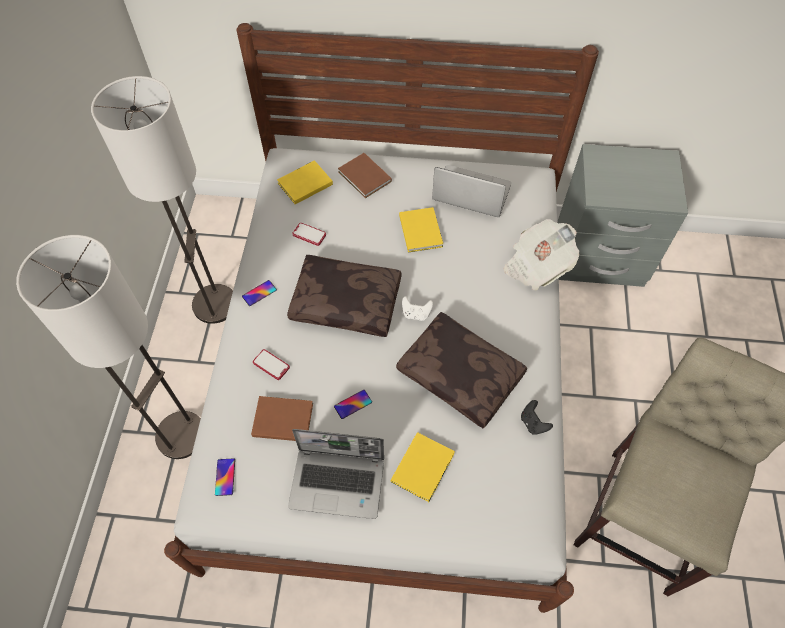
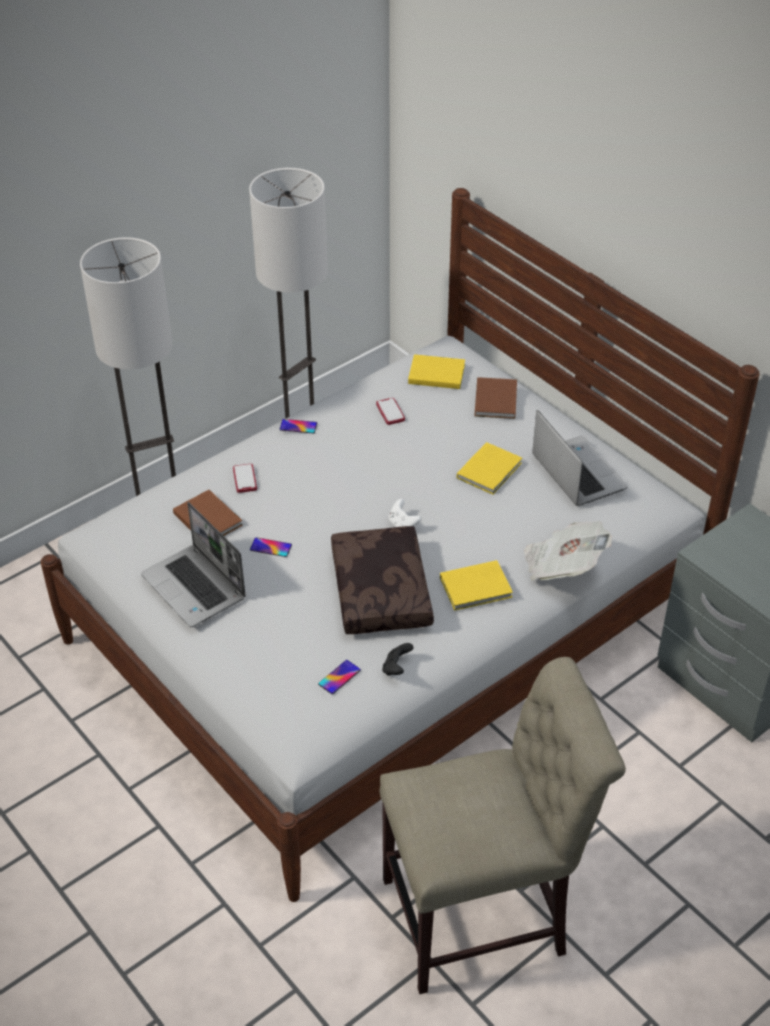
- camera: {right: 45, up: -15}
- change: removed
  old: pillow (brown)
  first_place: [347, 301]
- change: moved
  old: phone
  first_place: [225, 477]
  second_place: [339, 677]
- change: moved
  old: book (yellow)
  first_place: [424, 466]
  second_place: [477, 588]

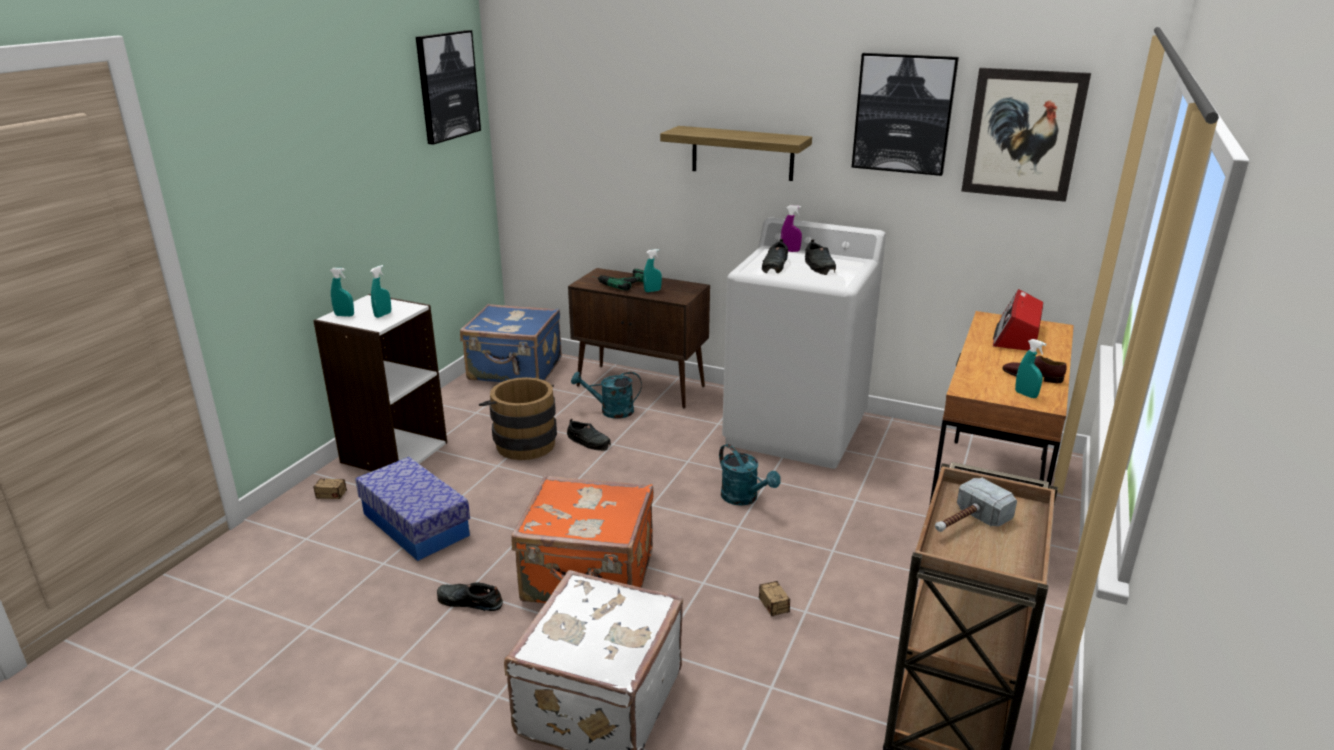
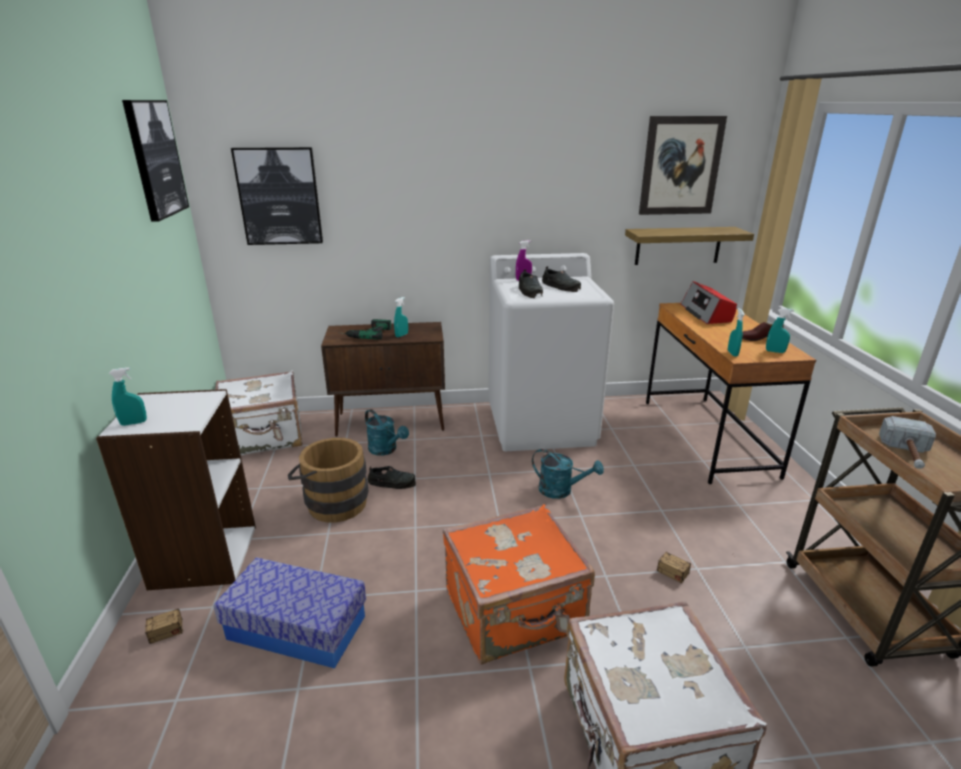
- camera: {right: -30, up: 0}
- change: removed
  old: shoe (black)
  first_place: [469, 601]
- change: moved
  old: spray bottle (turquoise)
  first_place: [383, 315]
  second_place: [732, 353]
- change: moved
  old: shelf
  first_place: [742, 153]
  second_place: [678, 245]
- change: moved
  old: picture
  first_place: [903, 114]
  second_place: [279, 196]
- change: recoloured
  old: suitcase (blue)
  new: suitcase (white)
  first_place: [515, 371]
  second_place: [264, 438]
- change: turned
  old: watering can (turquoise)
  first_place: [611, 411]
  second_place: [386, 450]
  degrees: -105

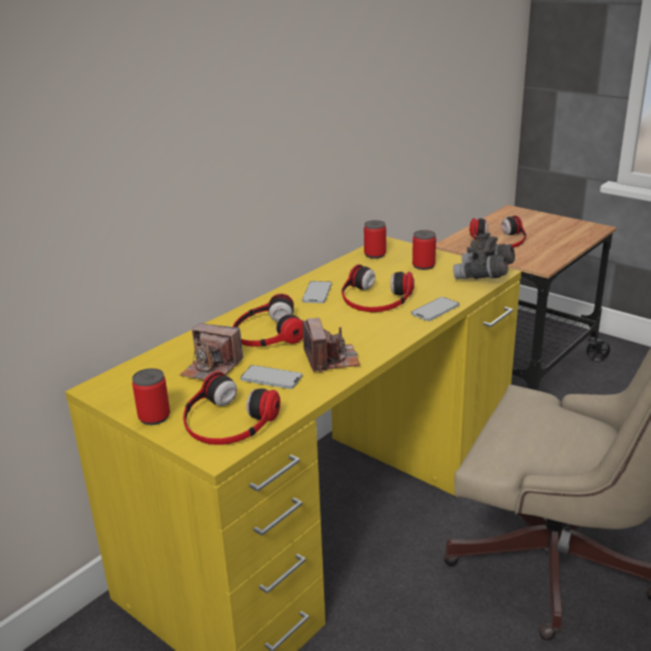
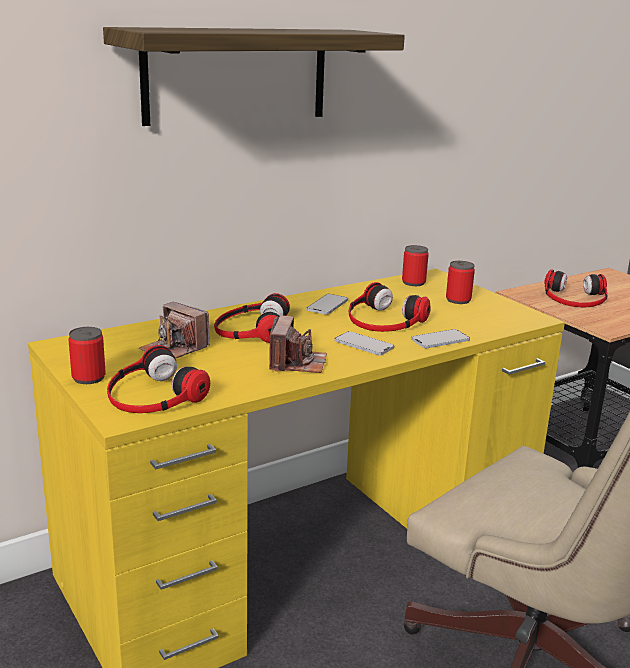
- camera: {right: 15, up: -5}
- change: removed
  old: binoculars (grey)
  first_place: [483, 276]
- change: added
  new: shelf
  second_place: [236, 75]
- change: moved
  old: phone
  first_place: [271, 378]
  second_place: [364, 345]

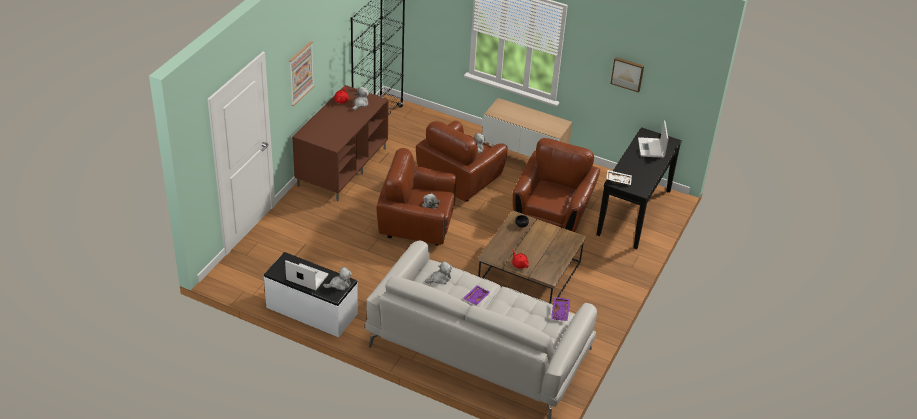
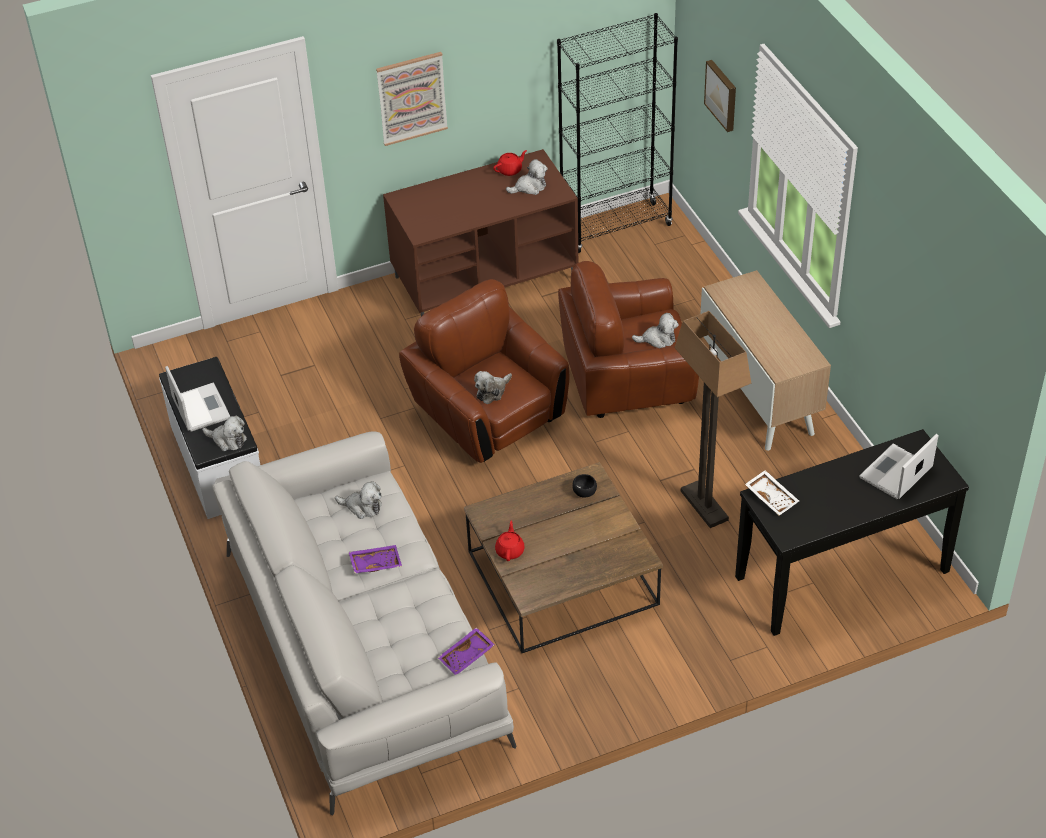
- camera: {right: 45, up: 5}
- change: moved
  old: picture
  first_place: [627, 73]
  second_place: [722, 95]
- change: replaced
  old: armchair (brown)
  new: floor lamp
  first_place: [552, 214]
  second_place: [704, 505]

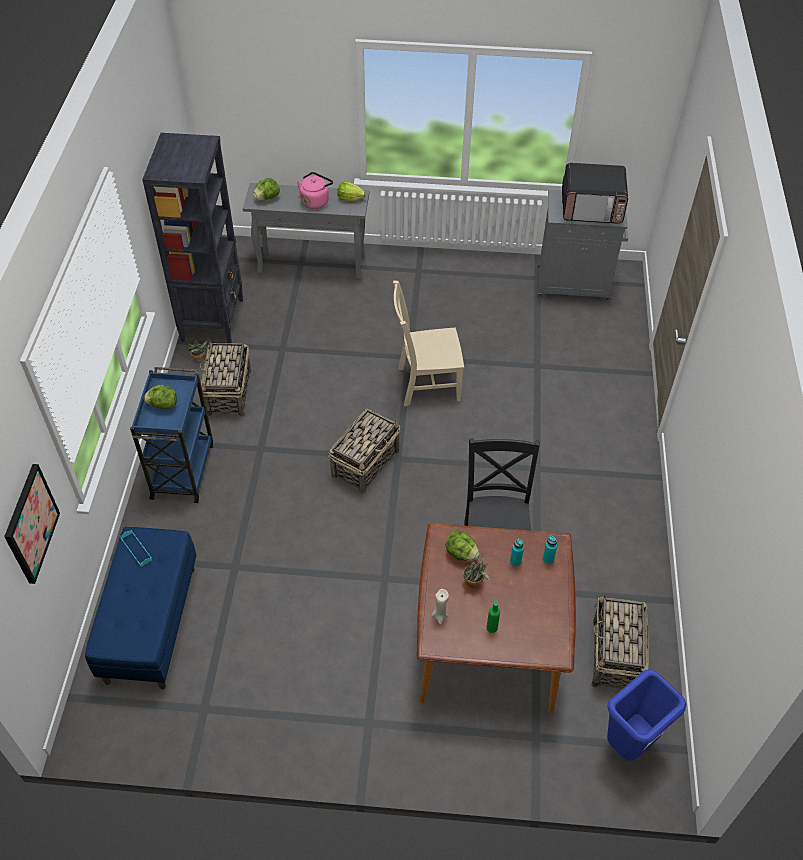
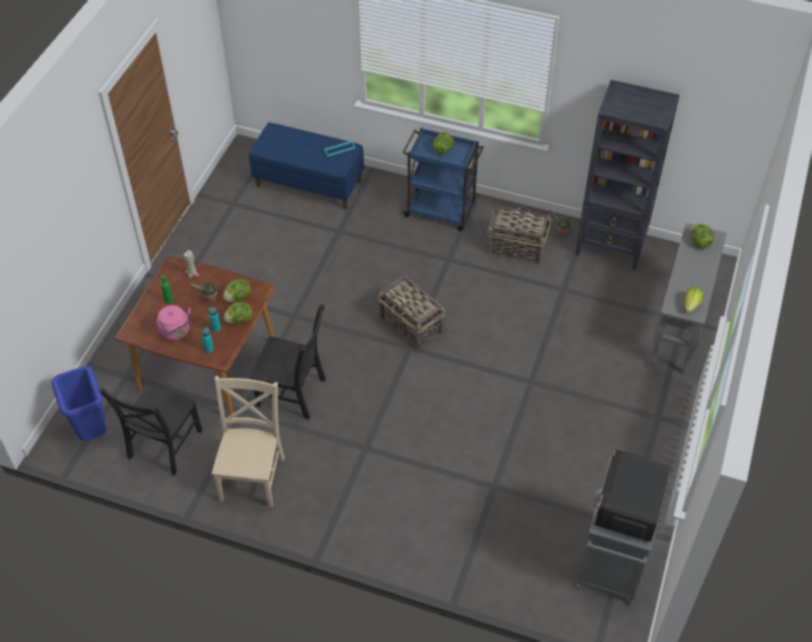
- camera: {right: 105, up: 0}
- change: removed
  old: picture
  first_place: [30, 524]
- change: added
  new: lettuce
  second_place: [239, 320]
- change: moved
  old: kettle (pink)
  first_place: [315, 201]
  second_place: [176, 332]
- change: moved
  old: chair (beige)
  first_place: [425, 384]
  second_place: [253, 476]
- change: replaced
  old: basket
  new: chair (black)
  first_place: [614, 656]
  second_place: [163, 446]

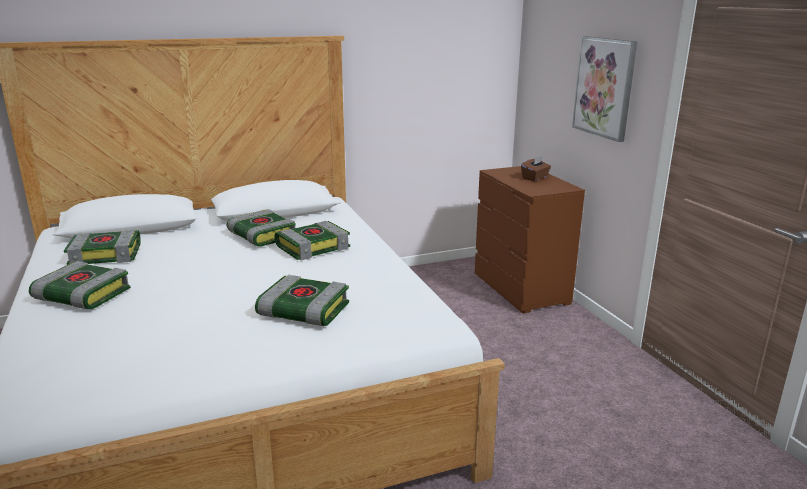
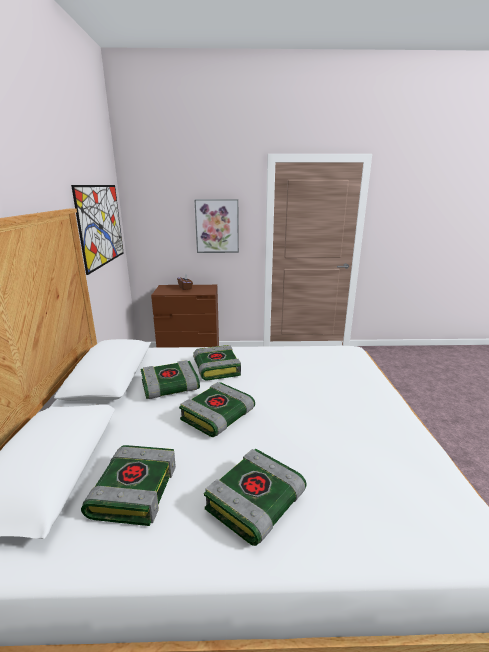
- camera: {right: -70, up: 0}
- change: added
  new: picture
  second_place: [101, 225]
- change: moved
  old: book
  first_place: [302, 311]
  second_place: [217, 416]

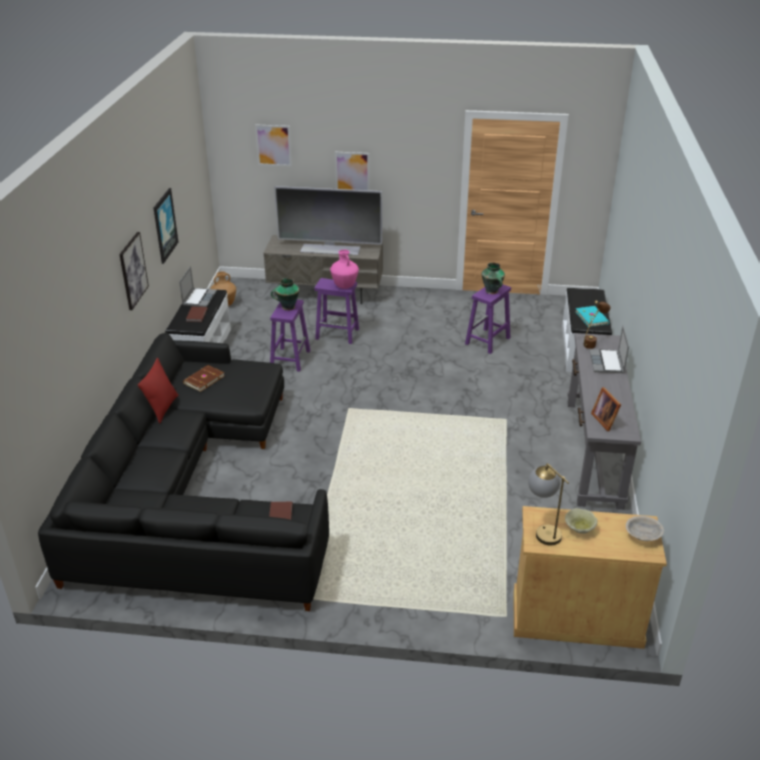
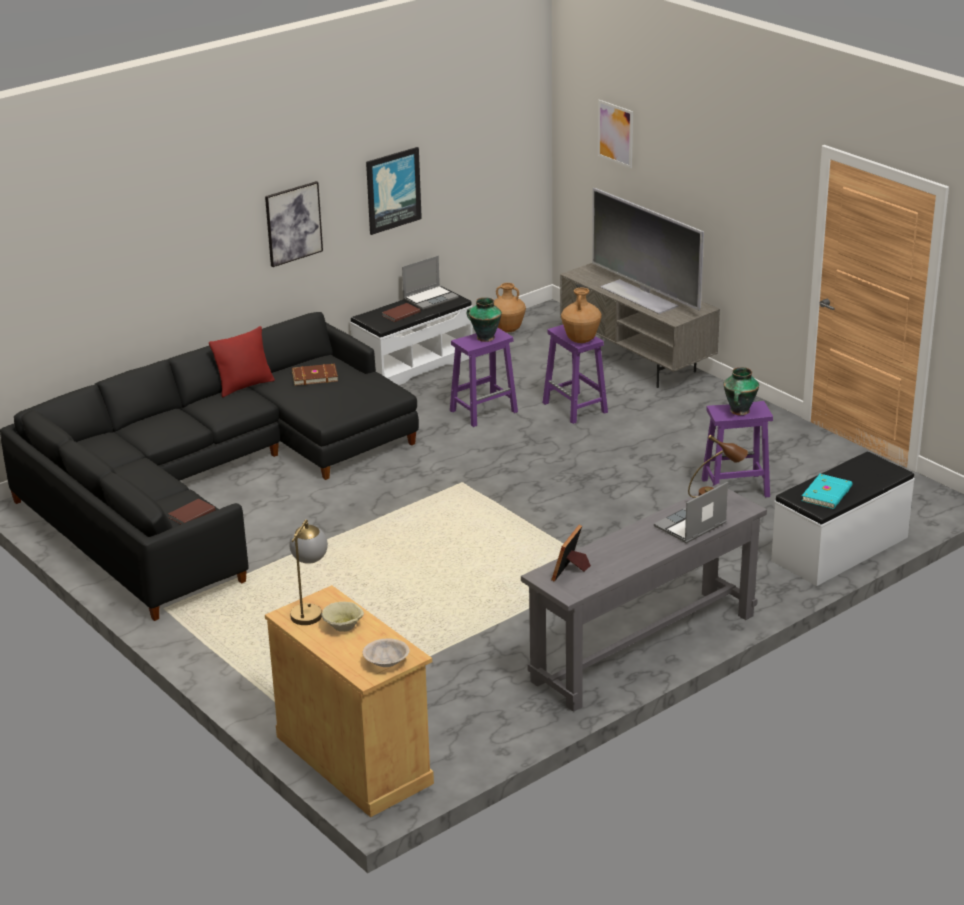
- camera: {right: 45, up: -5}
- change: removed
  old: picture
  first_place: [352, 172]
- change: recoloured
  old: vase (pink)
  new: vase (brown)
  first_place: [344, 286]
  second_place: [581, 340]

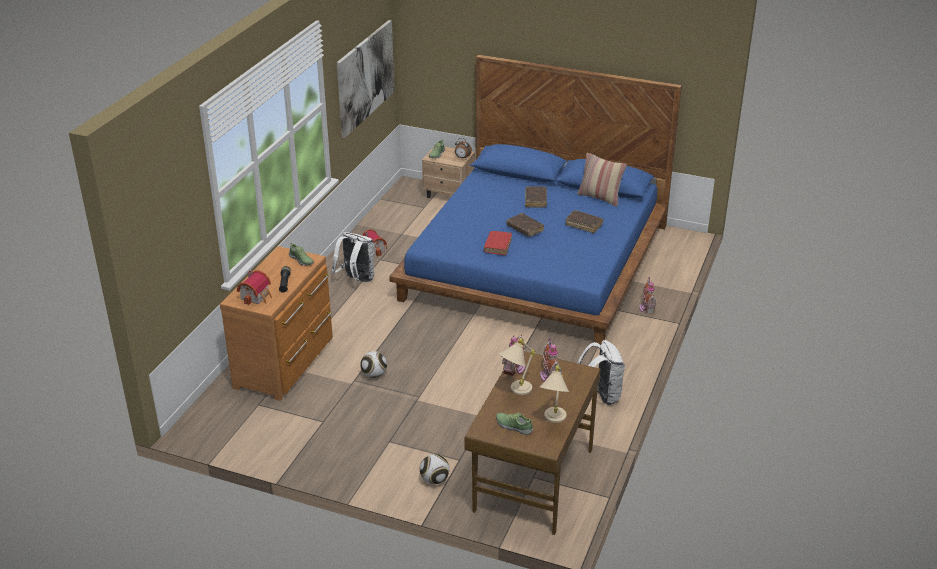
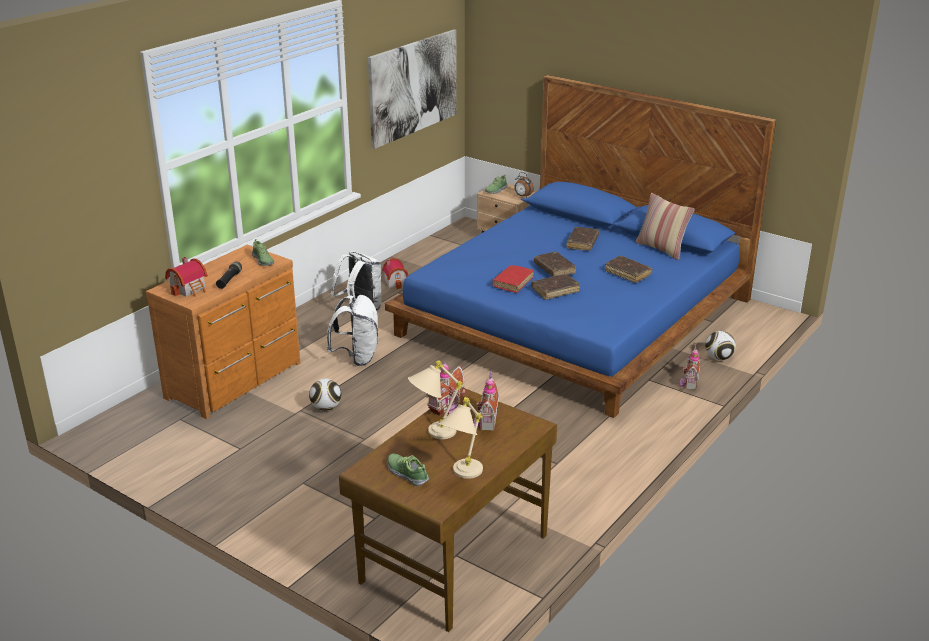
- camera: {right: 15, up: -5}
- change: added
  new: book (brown)
  second_place: [555, 291]
- change: moved
  old: football
  first_place: [434, 480]
  second_place: [718, 358]
- change: moved
  old: backpack (white)
  first_place: [600, 396]
  second_place: [357, 358]

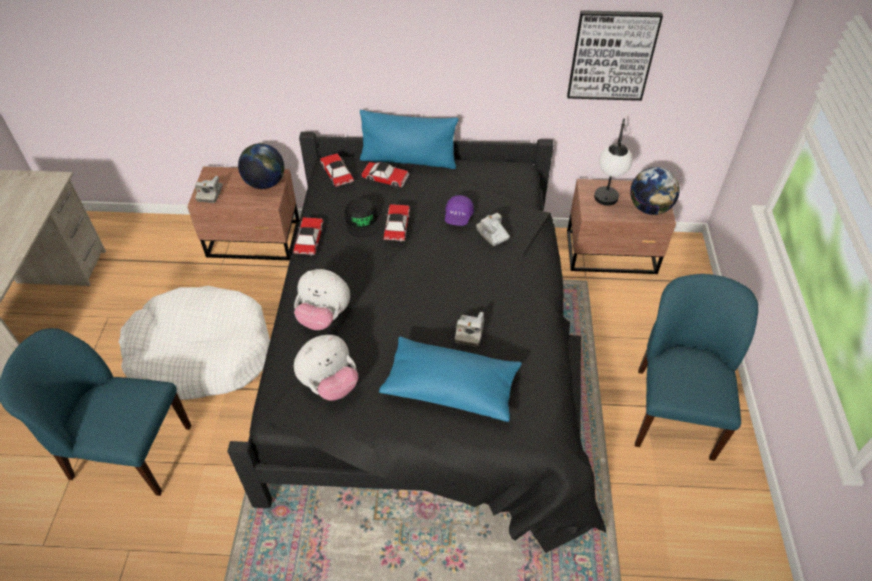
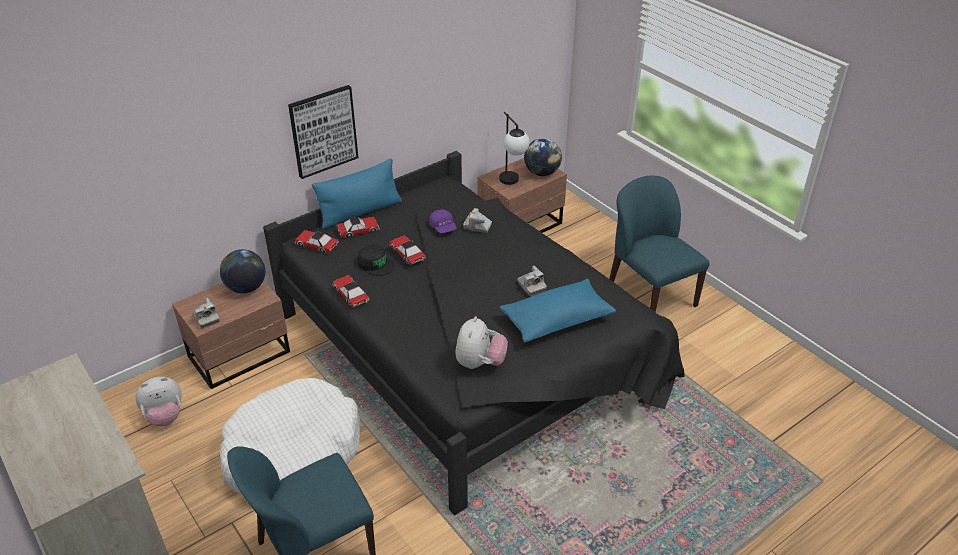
- camera: {right: -40, up: -10}
- change: moved
  old: plush toy
  first_place: [324, 316]
  second_place: [165, 416]
- change: moved
  old: picture
  first_place: [612, 55]
  second_place: [323, 131]

